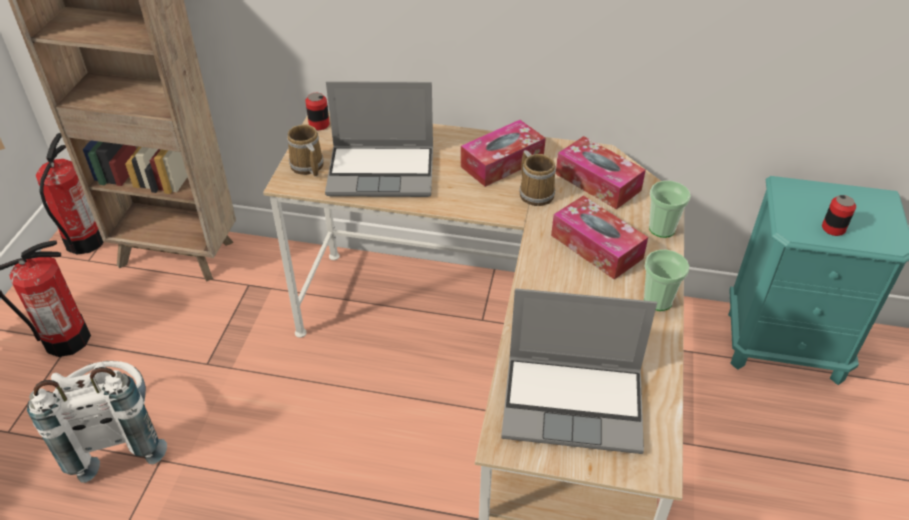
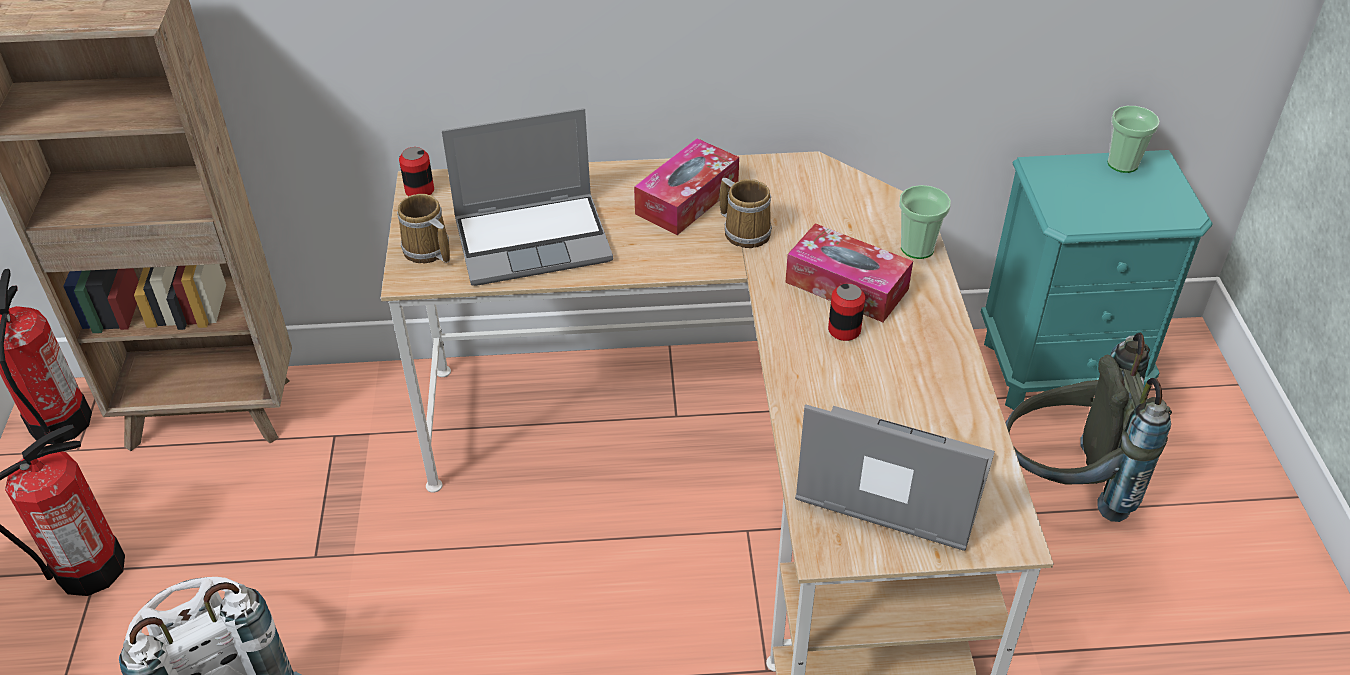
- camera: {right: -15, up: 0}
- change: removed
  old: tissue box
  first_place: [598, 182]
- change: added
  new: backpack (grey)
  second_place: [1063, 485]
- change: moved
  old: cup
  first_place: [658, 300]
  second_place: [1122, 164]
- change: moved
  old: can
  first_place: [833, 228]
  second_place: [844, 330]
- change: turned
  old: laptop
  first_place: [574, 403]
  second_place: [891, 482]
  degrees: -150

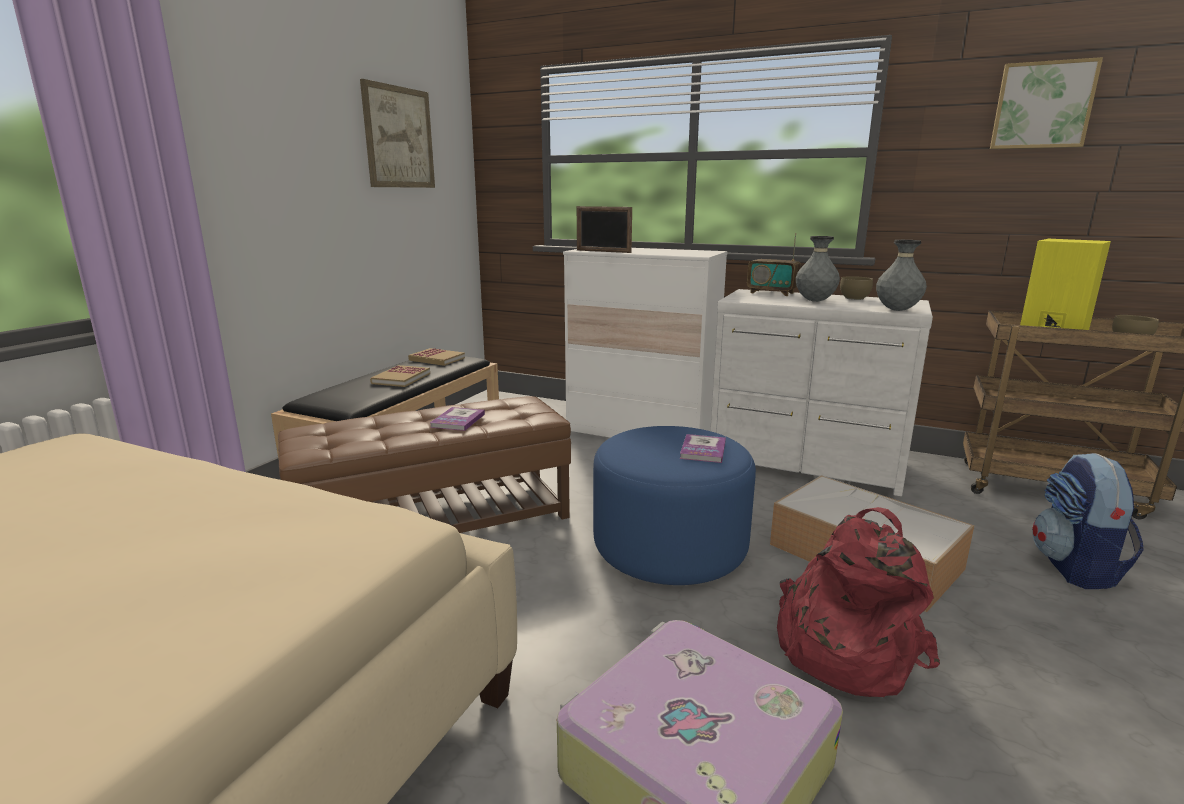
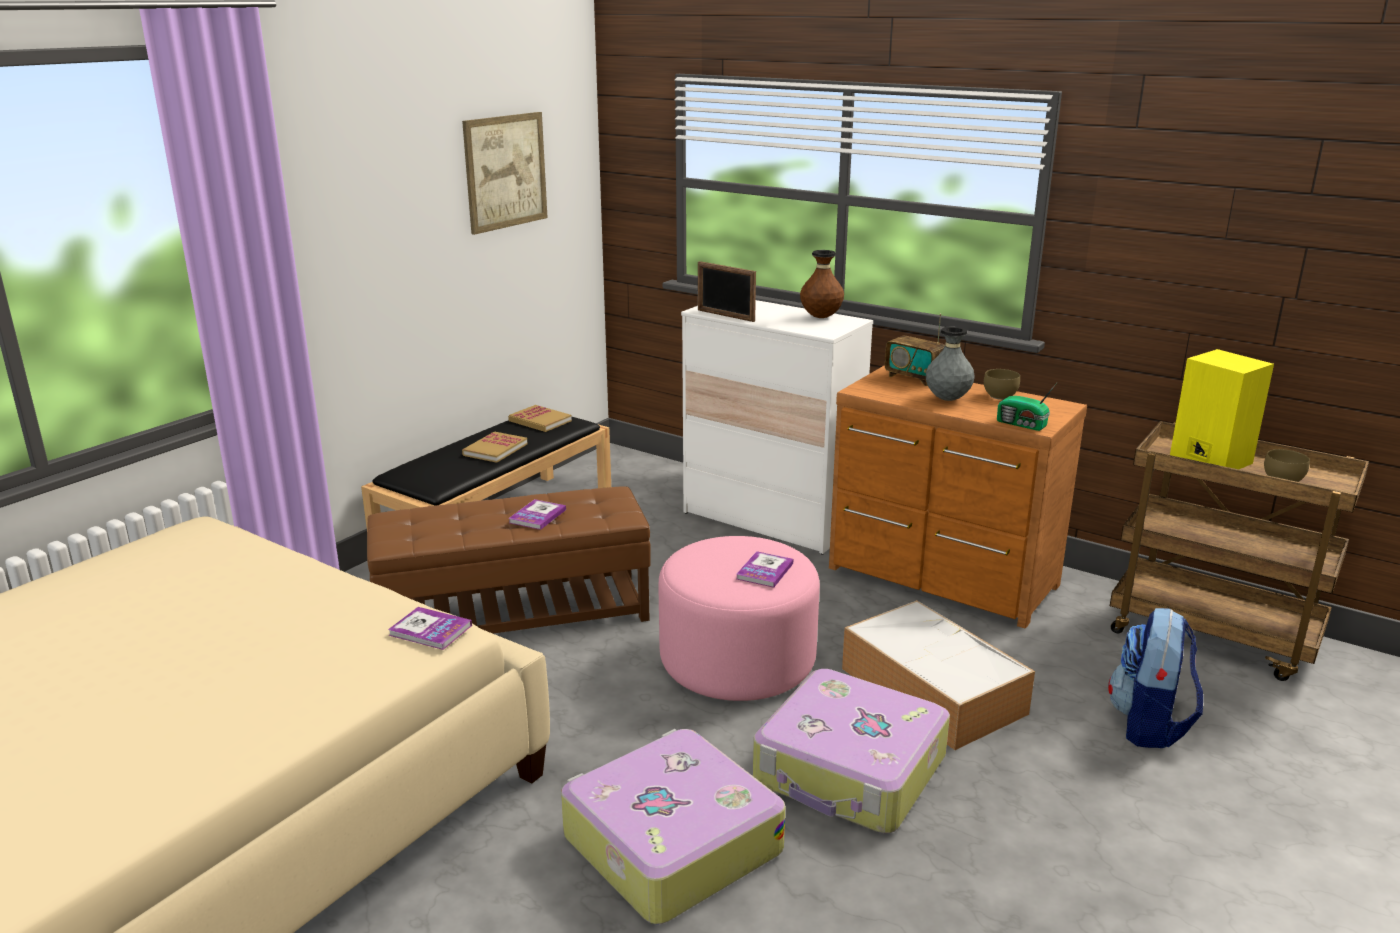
- camera: {right: 10, up: 5}
- change: removed
  old: picture
  first_place: [1042, 106]
- change: added
  new: book
  second_place: [430, 630]
- change: added
  new: vase (brown)
  second_place: [820, 317]
- change: replaced
  old: backpack (red)
  new: suitcase
  first_place: [842, 647]
  second_place: [850, 771]
- change: replaced
  old: vase (grey)
  new: radio
  first_place: [897, 310]
  second_place: [1022, 425]
- change: recoloured
  old: ottoman (blue)
  new: ottoman (pink)
  first_place: [669, 547]
  second_place: [737, 662]
- change: recoloured
  old: dresser (white)
  new: dresser (brown)
  first_place: [806, 464]
  second_place: [941, 579]

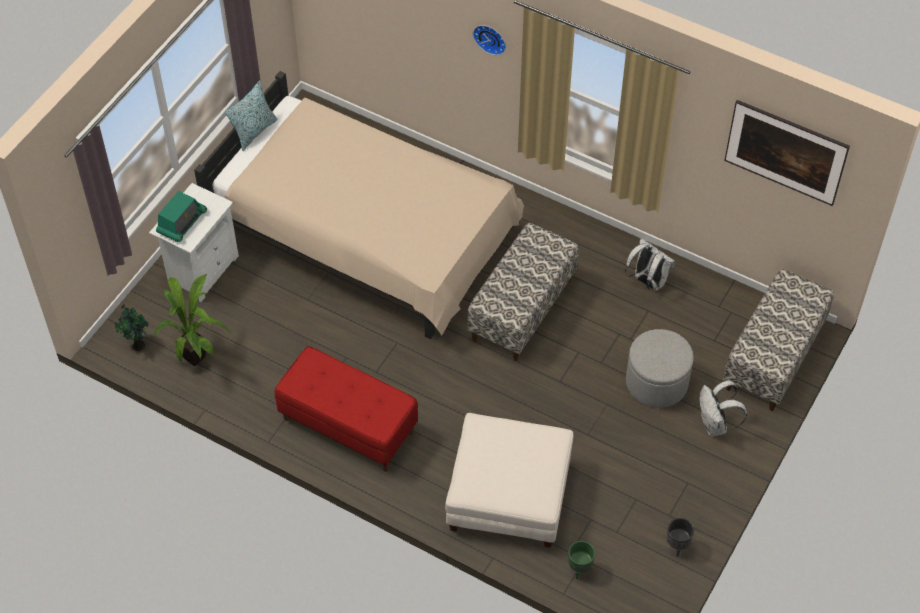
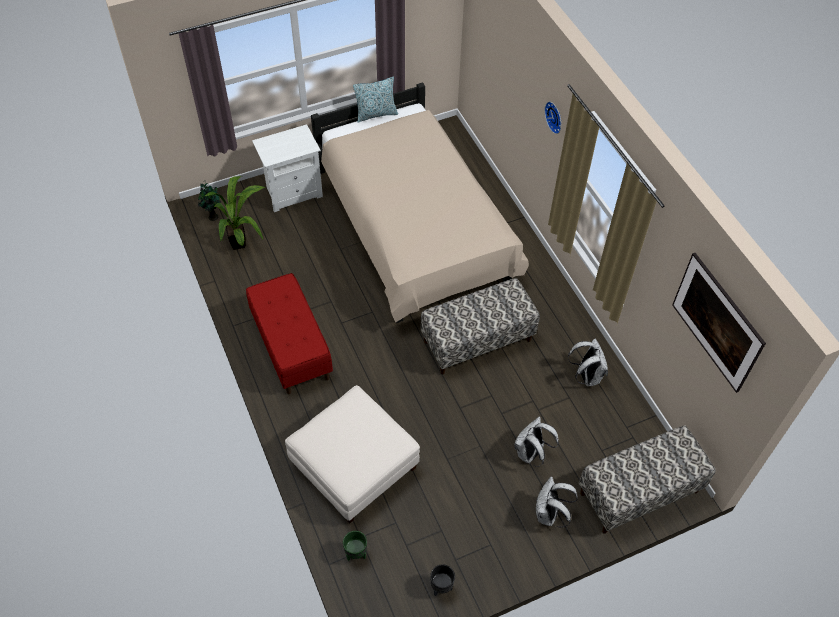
- camera: {right: 35, up: 0}
- change: removed
  old: radio
  first_place: [182, 222]
- change: replaced
  old: ottoman (grey)
  new: backpack (white)
  first_place: [656, 382]
  second_place: [530, 454]

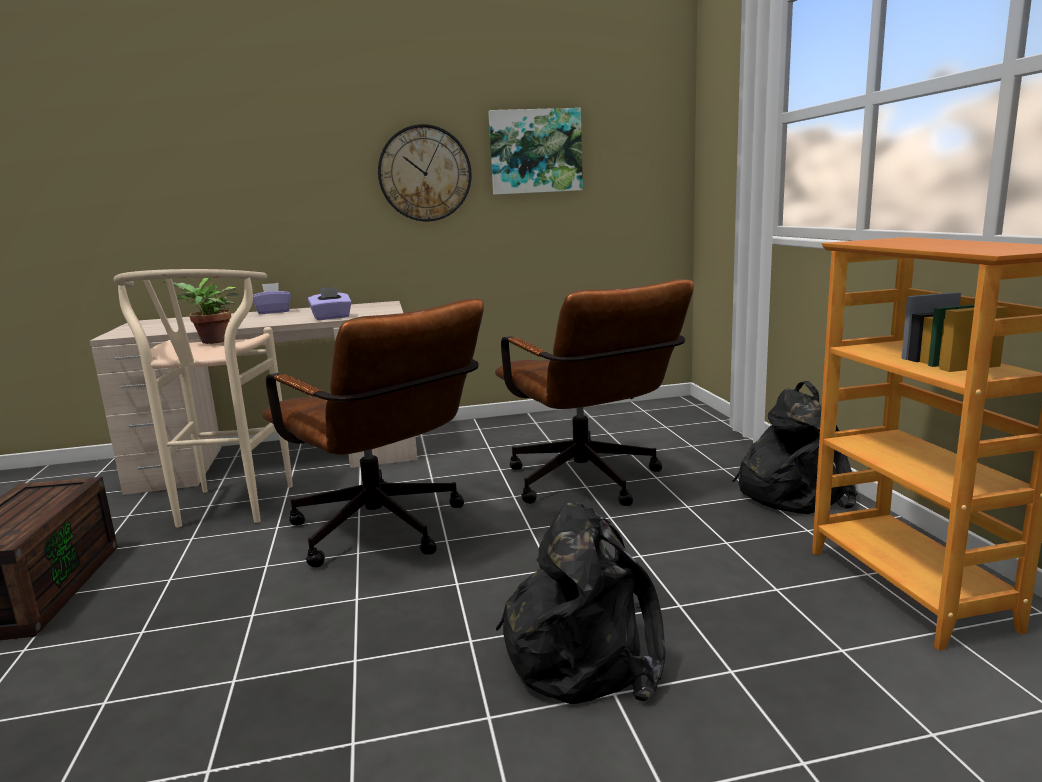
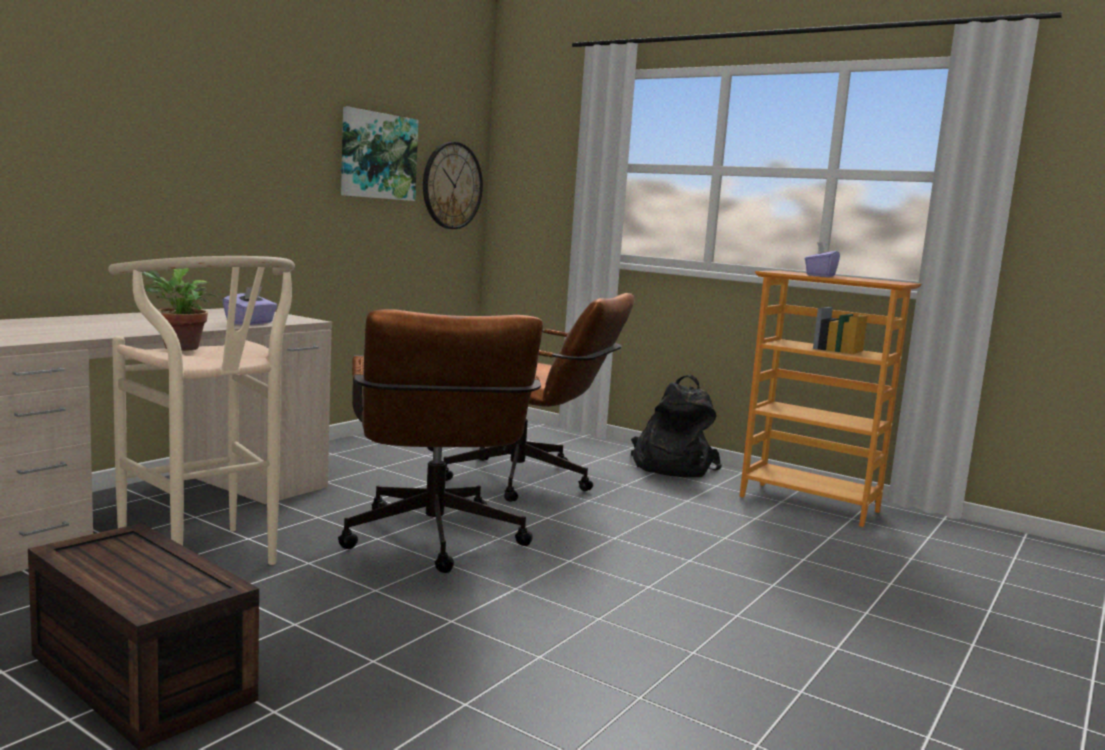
- camera: {right: -45, up: -5}
- change: removed
  old: backpack (black)
  first_place: [584, 653]
- change: moved
  old: tissue box (purple)
  first_place: [274, 312]
  second_place: [820, 275]
- change: moved
  old: wall clock
  first_place: [424, 173]
  second_place: [452, 185]
- change: turned
  old: office chair (brown)
  first_place: [386, 533]
  second_place: [435, 544]
  degrees: 75

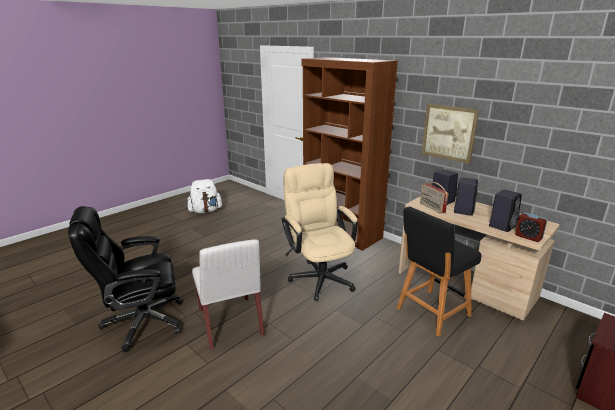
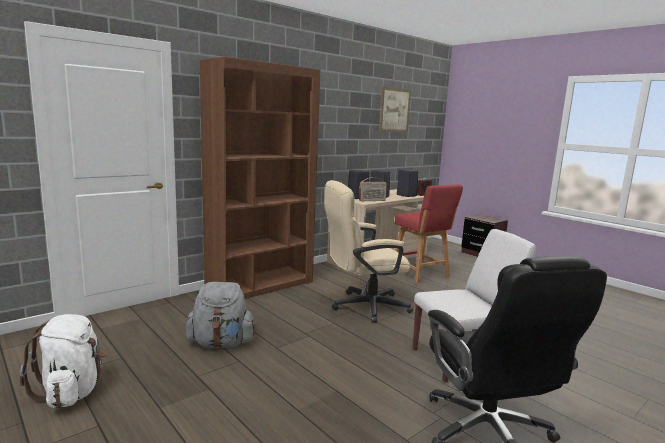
- camera: {right: -85, up: -10}
- change: added
  new: backpack (grey)
  second_place: [221, 343]
- change: moved
  old: picture
  first_place: [448, 133]
  second_place: [394, 110]
- change: recoloured
  old: stool (black)
  new: stool (red)
  first_place: [430, 313]
  second_place: [421, 275]

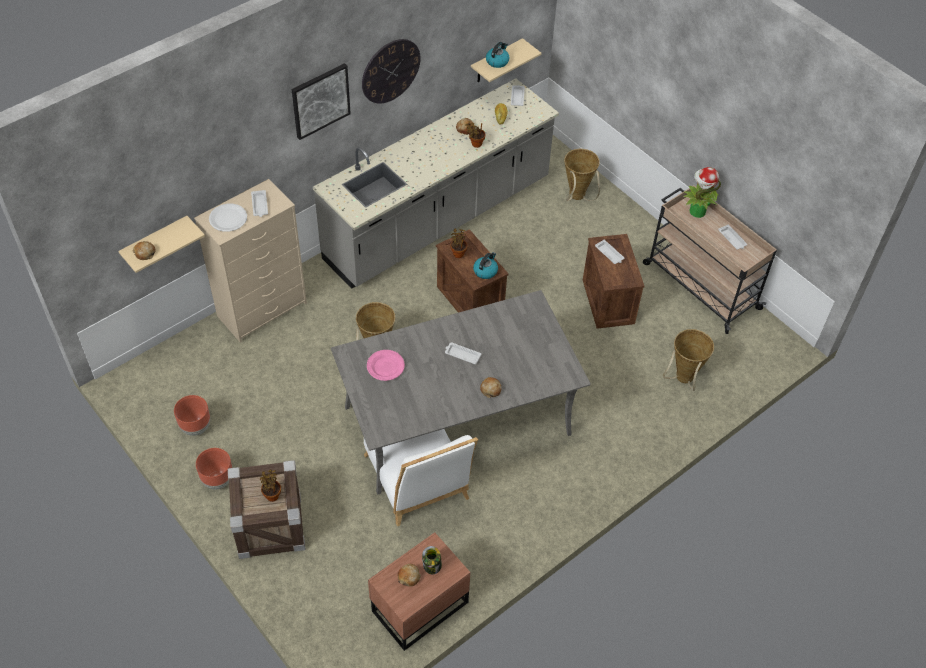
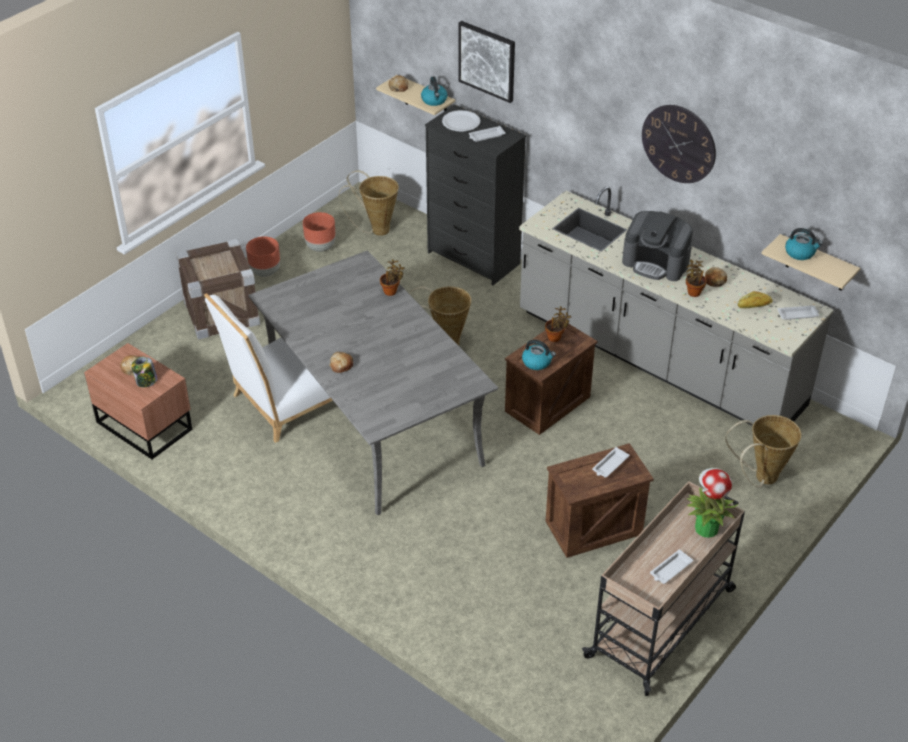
- camera: {right: 80, up: -10}
- change: removed
  old: plate (pink)
  first_place: [385, 367]
- change: removed
  old: tray (white)
  first_place: [462, 354]
- change: added
  new: kettle
  second_place: [434, 100]
- change: added
  new: coffee machine
  second_place: [656, 263]
- change: moved
  old: potted plant
  first_place: [272, 495]
  second_place: [391, 291]
- change: moved
  old: picture
  first_place: [320, 100]
  second_place: [487, 61]
- change: moved
  old: basket
  first_place: [682, 380]
  second_place: [376, 229]
- change: recoloured
  old: dresser (beige)
  new: dresser (black)
  first_place: [263, 309]
  second_place: [474, 258]

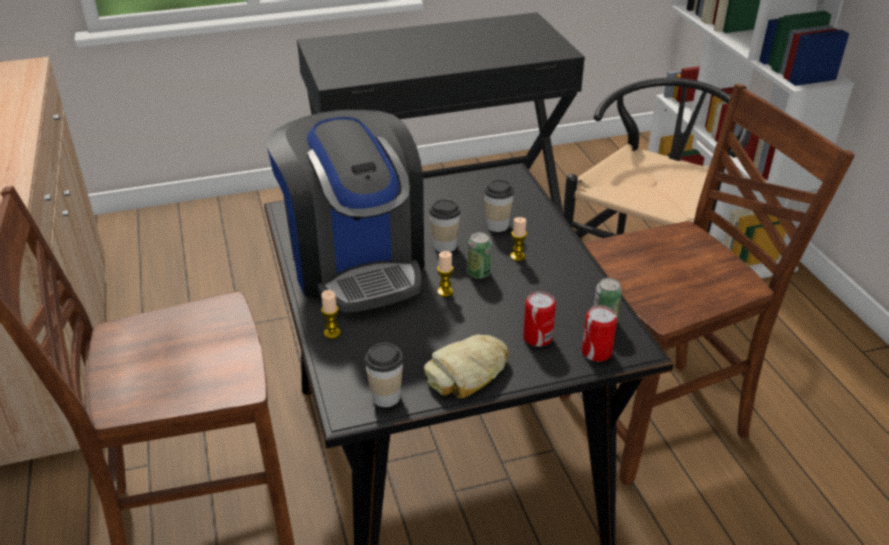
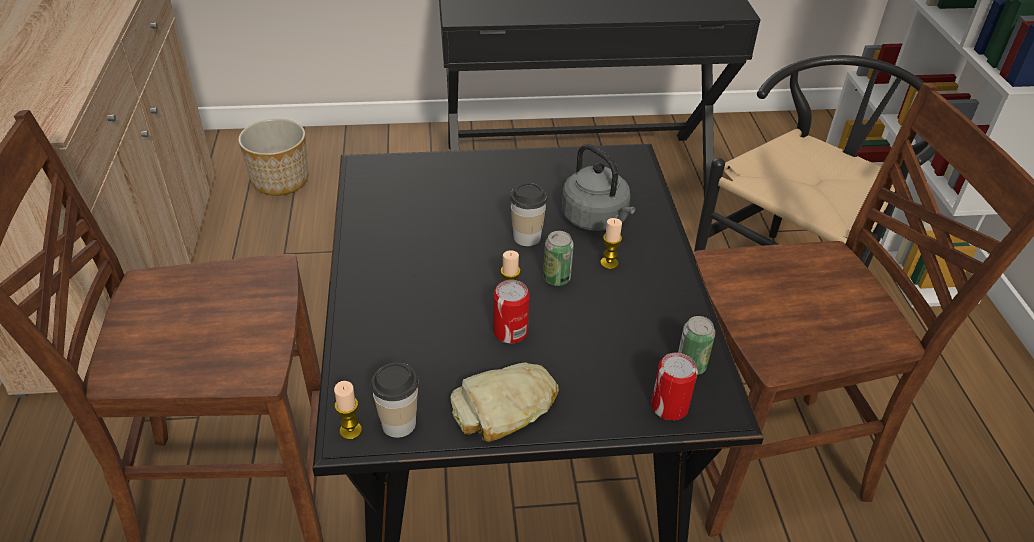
- camera: {right: 10, up: 5}
- change: removed
  old: coffee machine
  first_place: [355, 262]
- change: added
  new: planter
  second_place: [280, 180]
- change: moved
  old: candle
  first_place: [332, 333]
  second_place: [350, 431]
- change: moved
  old: can
  first_place: [537, 337]
  second_place: [510, 332]
- change: replaced
  old: cup
  new: kettle (grey)
  first_place: [497, 225]
  second_place: [596, 219]

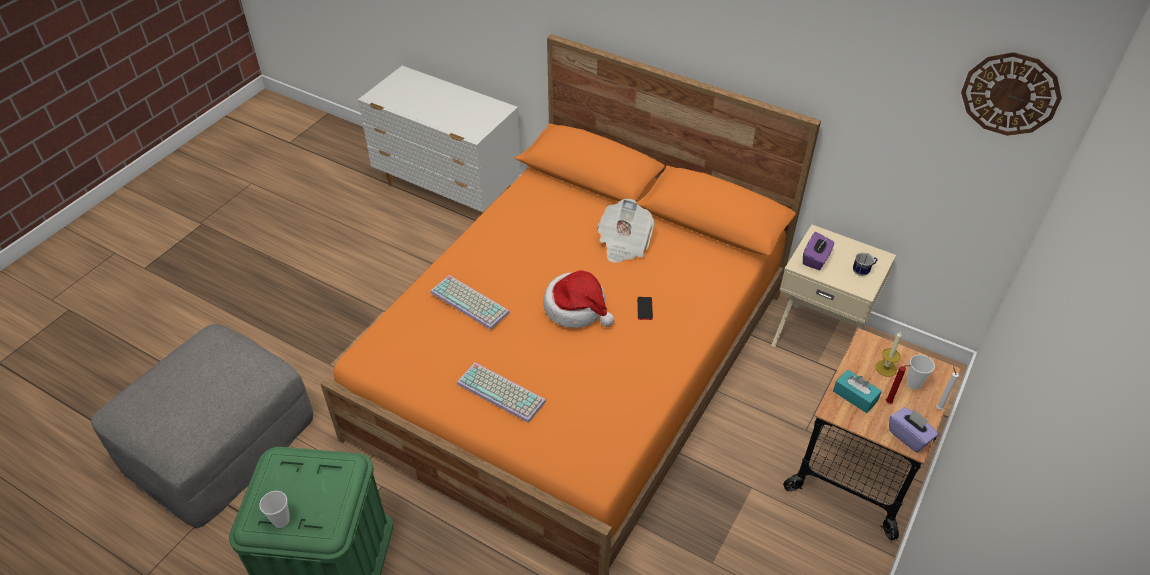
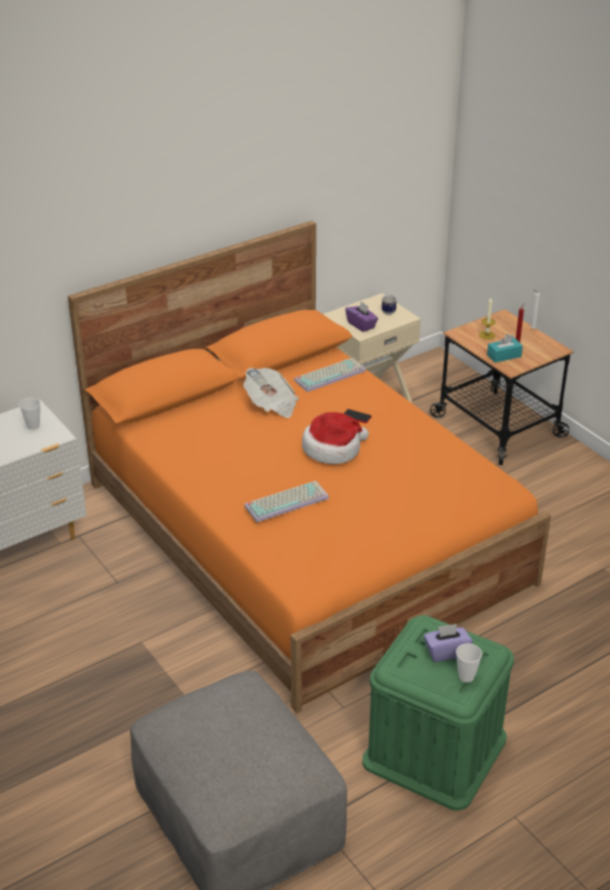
- camera: {right: -65, up: -10}
- change: removed
  old: wall clock
  first_place: [1010, 94]
- change: moved
  old: keyboard
  first_place: [503, 392]
  second_place: [330, 375]
- change: moved
  old: tissue box (purple)
  first_place: [909, 436]
  second_place: [446, 652]
- change: moved
  old: cup
  first_place: [913, 383]
  second_place: [33, 426]

